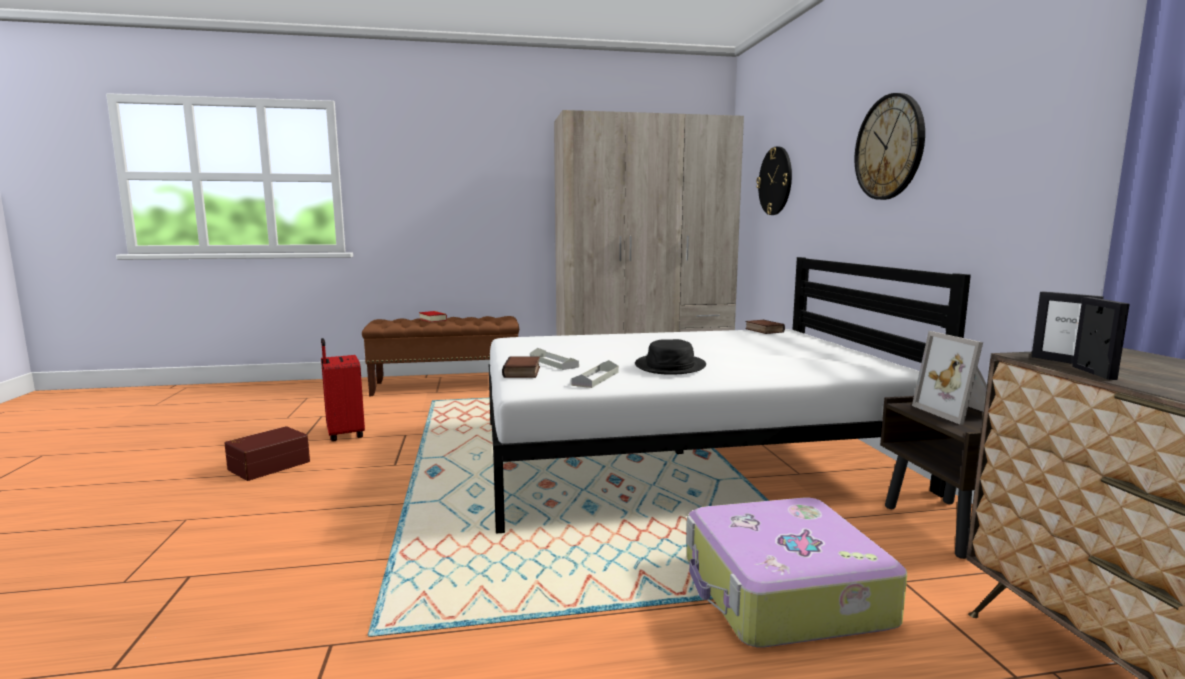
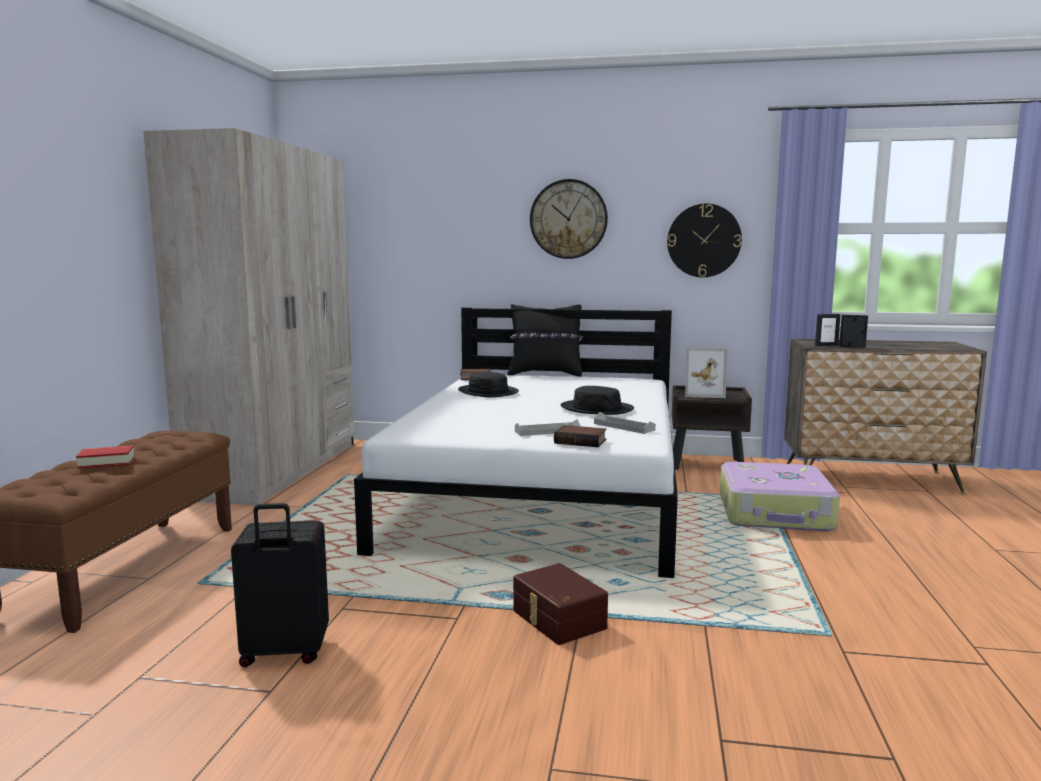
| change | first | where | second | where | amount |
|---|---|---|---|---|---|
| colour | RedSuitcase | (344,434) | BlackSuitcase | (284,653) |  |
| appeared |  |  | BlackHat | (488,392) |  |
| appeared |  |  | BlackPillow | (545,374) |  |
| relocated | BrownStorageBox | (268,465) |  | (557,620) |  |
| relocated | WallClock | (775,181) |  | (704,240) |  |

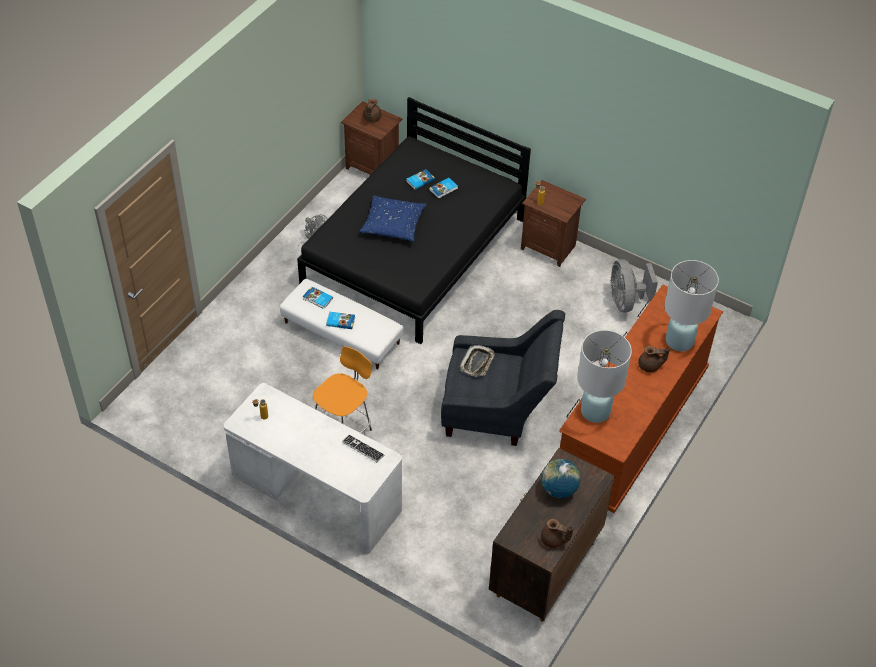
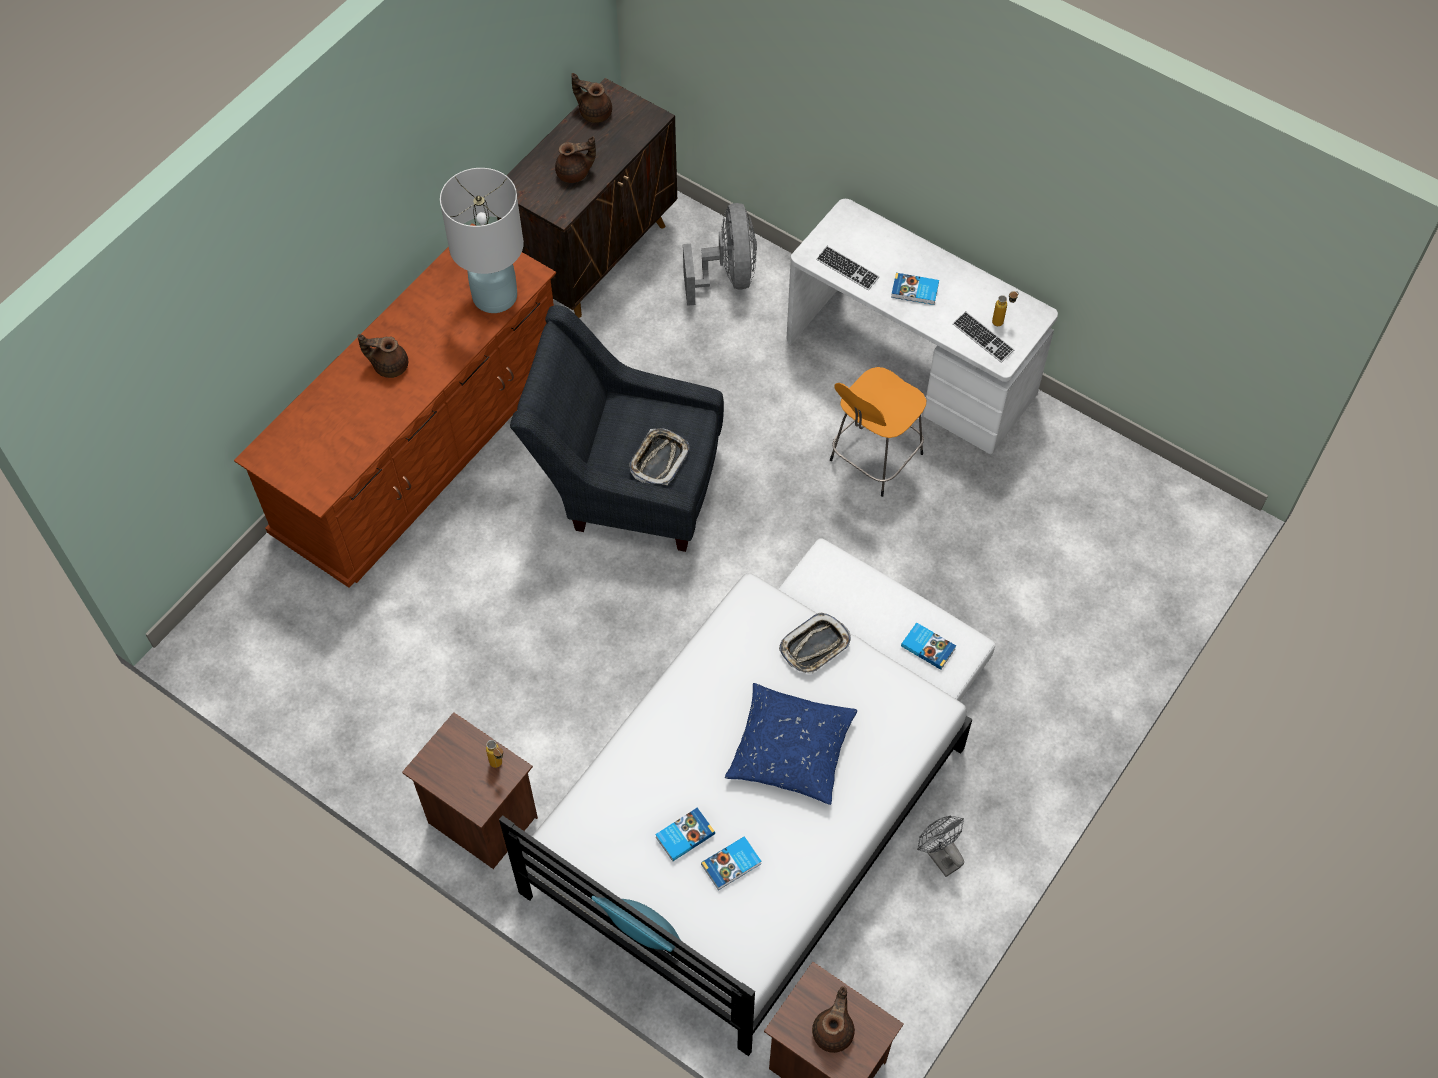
| change | first | where | second | where | amount |
|---|---|---|---|---|---|
| colour | BlackBed | (414,251) | WhiteBed | (745,819) |  |
| exchanged | Globe | (559,489) | BrownTeapot | (574,173) |  |
| appeared |  |  | TurquoisePillow | (644,937) |  |
| relocated | GreyFan | (626,301) |  | (727,276) |  |
| appeared |  |  | Tray | (815,646) |  |
| relocated | Book | (340,321) |  | (915,291) |  |
| appeared |  |  | Keyboard | (983,338) |  |
| missing | WhiteTableLamp | (679,341) |  |  |  |

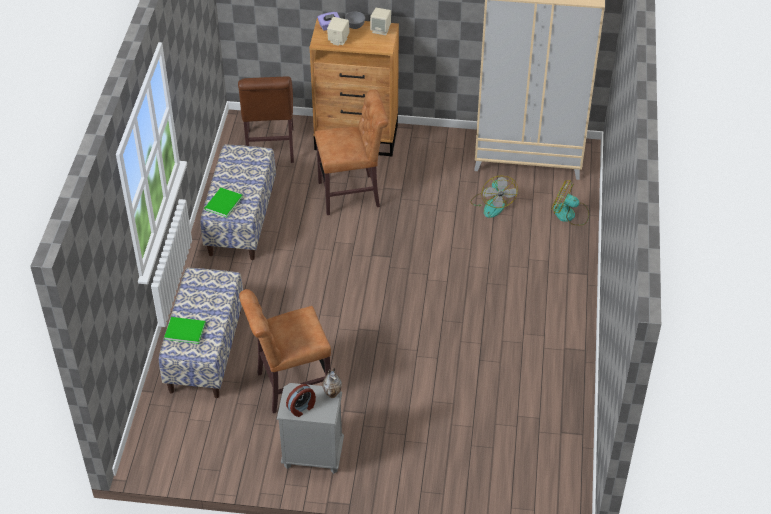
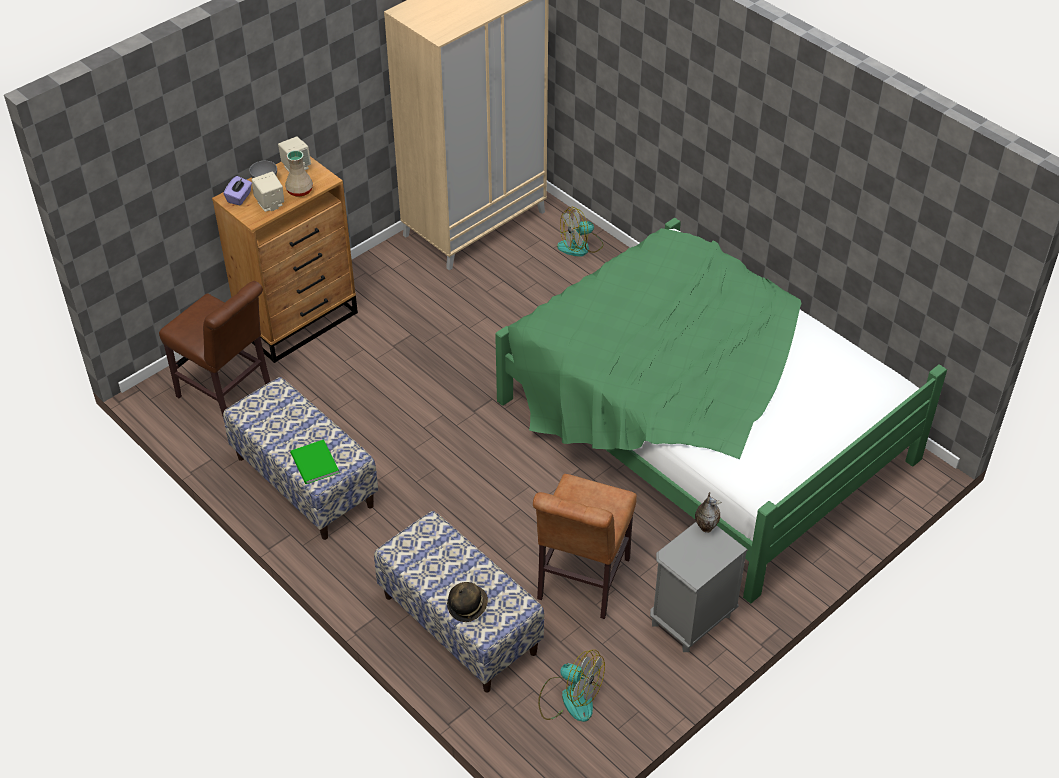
| change | first | where | second | where | amount |
|---|---|---|---|---|---|
| appeared |  |  | BeigeVase | (299,191) |  |
| exchanged | GreenBook | (184,330) | Hat | (467,606) |  |
| appeared |  |  | GreenBed | (702,429) |  |
| relocated | Fan | (492,204) |  | (569,698) |  |
| missing | AlarmClock | (302,408) |  |  |  |
| missing | BrownChair | (352,194) |  |  |  |

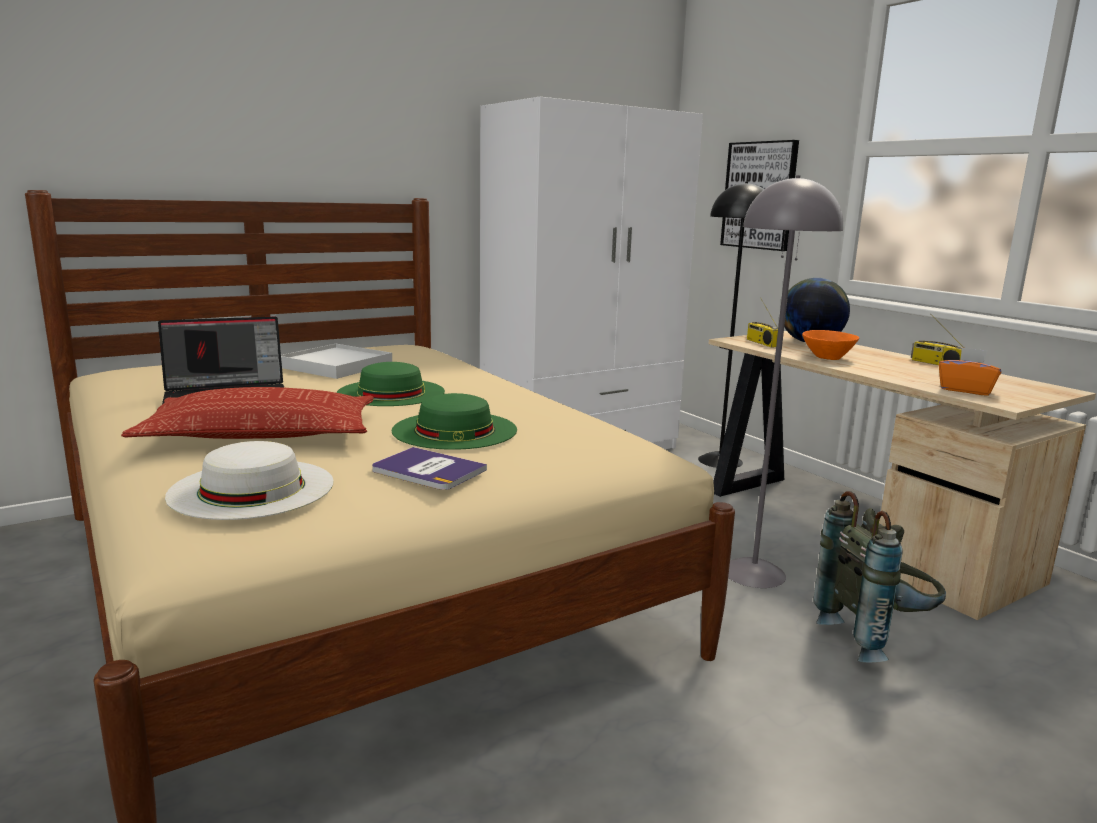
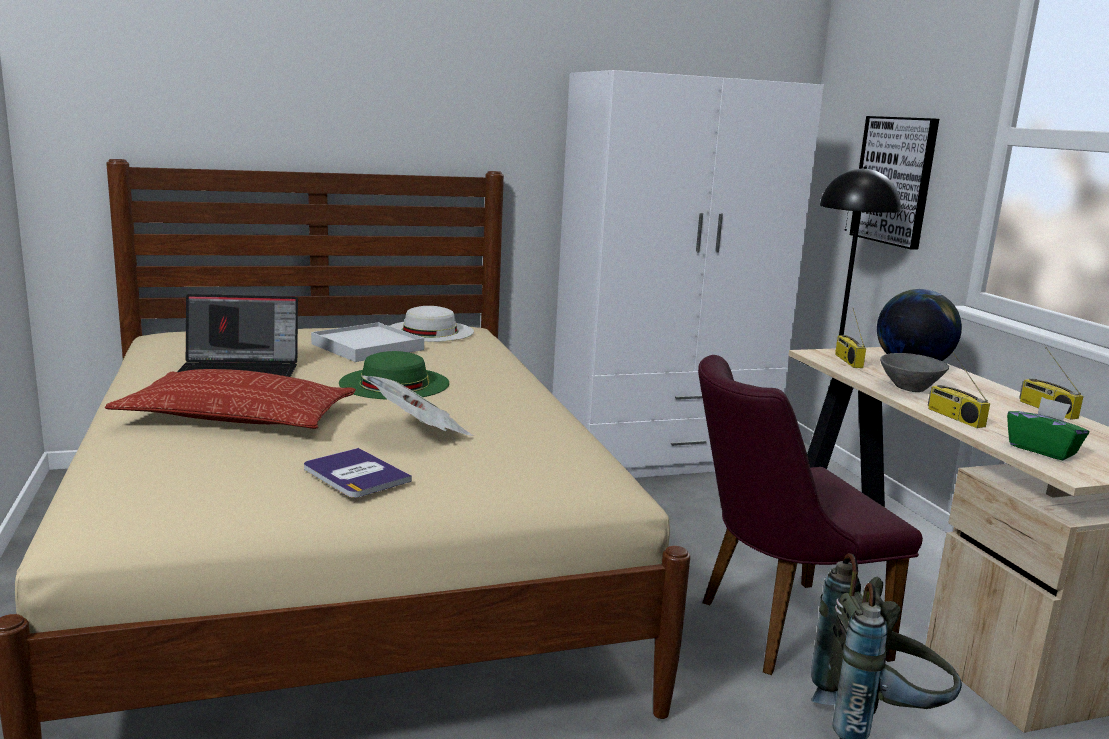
| change | first | where | second | where | amount |
|---|---|---|---|---|---|
| exchanged | GreenHat | (455,430) | Newspaper | (419,433) |  |
| relocated | WhiteHat | (252,488) |  | (429,331) |  |
| exchanged | GreyFloorLamp | (753,572) | PurpleChair | (774,628) |  |
| colour | OrangeBowl | (827,358) | GreyBowl | (909,388) |  |
| appeared |  |  | Radio | (954,417) |  |
| colour | OrangeTissueBox | (966,390) | GreenTissueBox | (1042,450) |  |

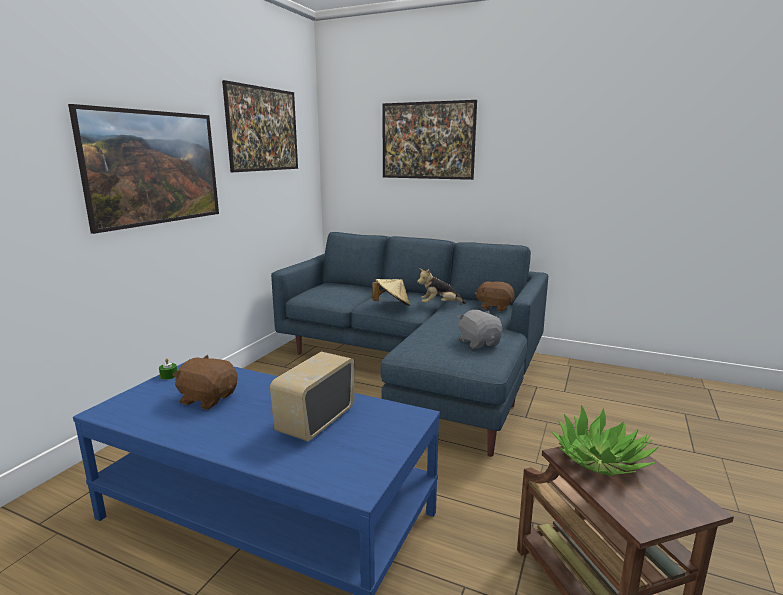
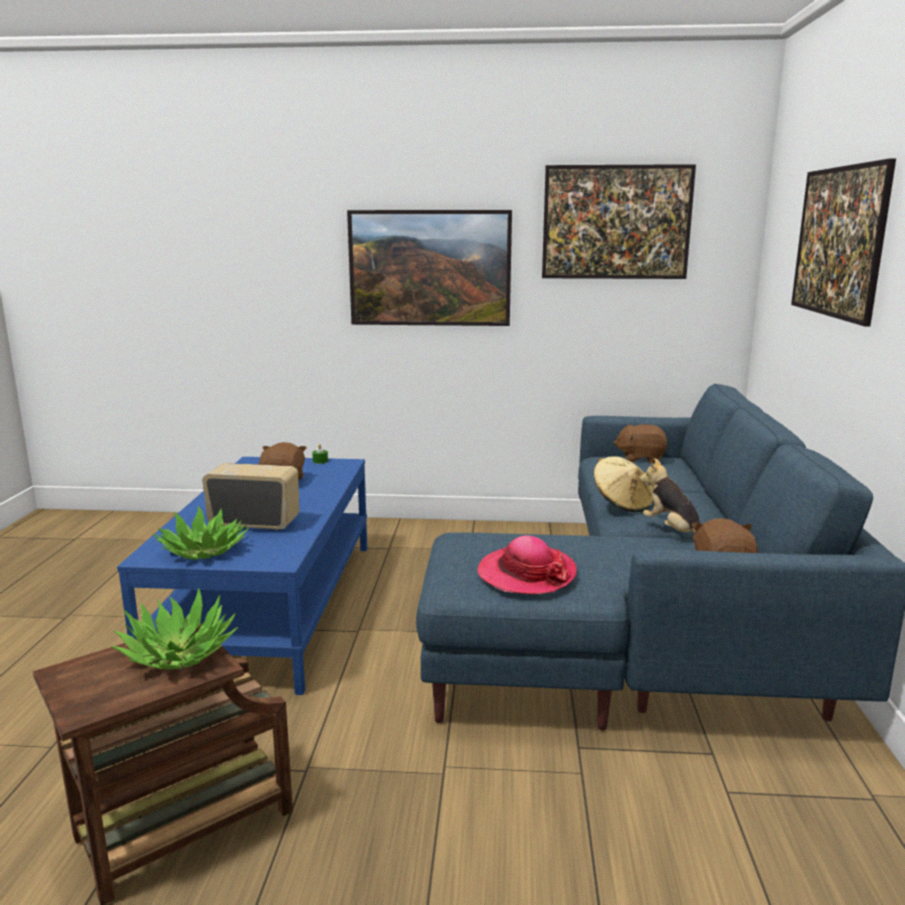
| change | first | where | second | where | amount |
|---|---|---|---|---|---|
| appeared |  |  | PottedPlant | (204,550) |  |
| exchanged | GreyPlushToy | (479,343) | Hat | (526,574) |  |
| appeared |  |  | BrownPlushToy | (640,459) |  |

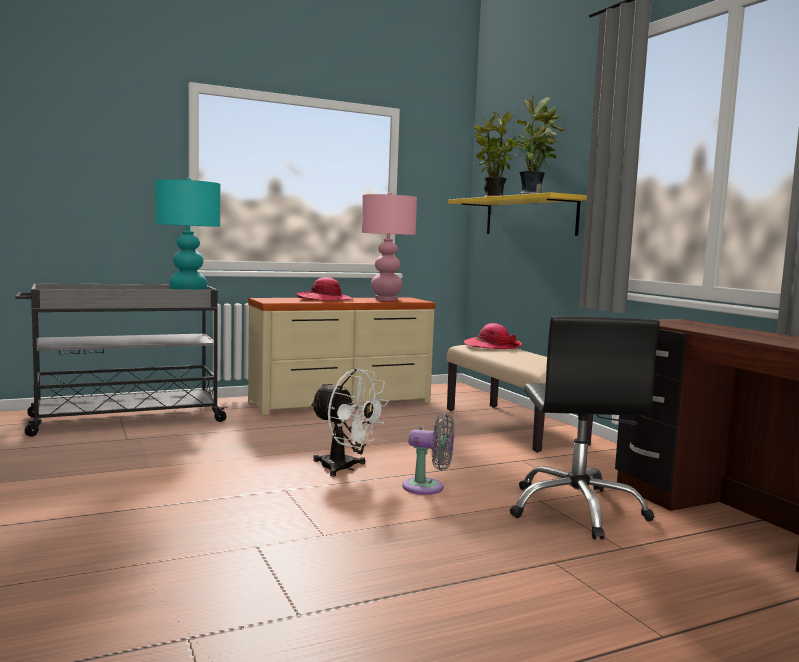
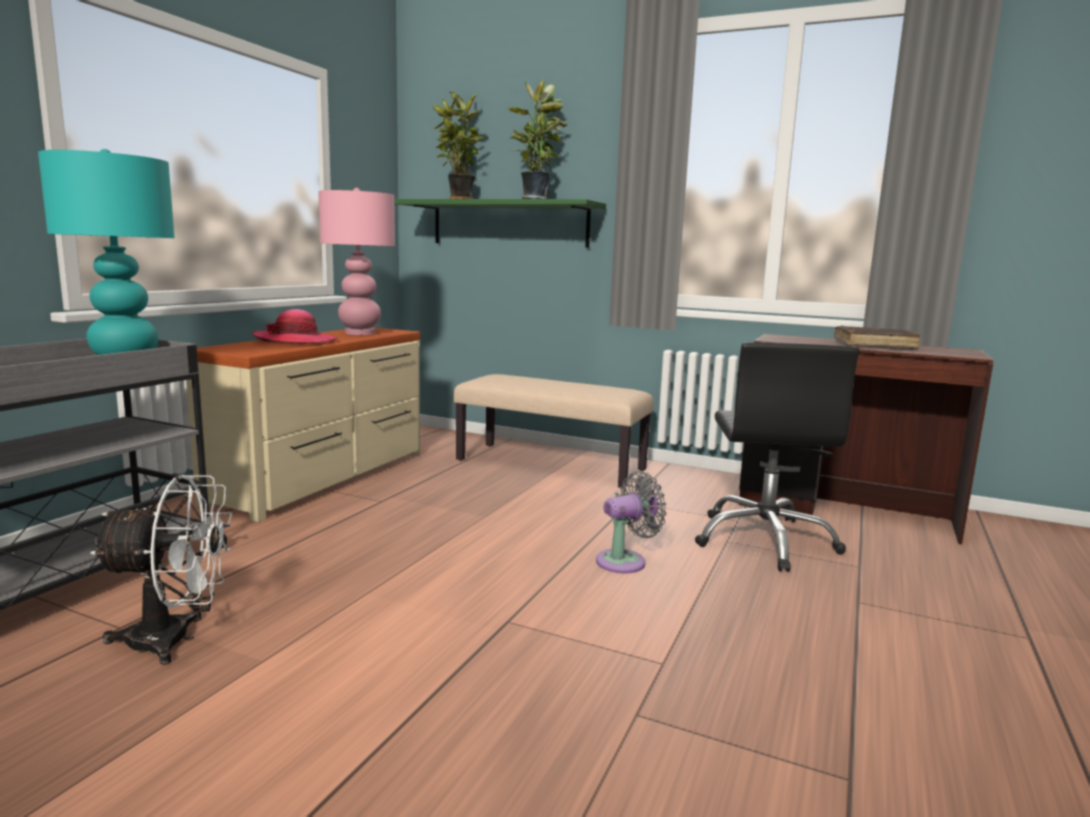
| change | first | where | second | where | amount |
|---|---|---|---|---|---|
| relocated | WhiteFan | (345,468) |  | (175,639) |  |
| colour | YellowShelf | (529,216) | GreenShelf | (509,224) |  |
| spun | BlackOfficeChair | (577,510) |  | (765,540) | 45 degrees clockwise |
| appeared |  |  | BrownBook | (874,346) |  |
| missing | Hat | (492,346) |  |  |  |

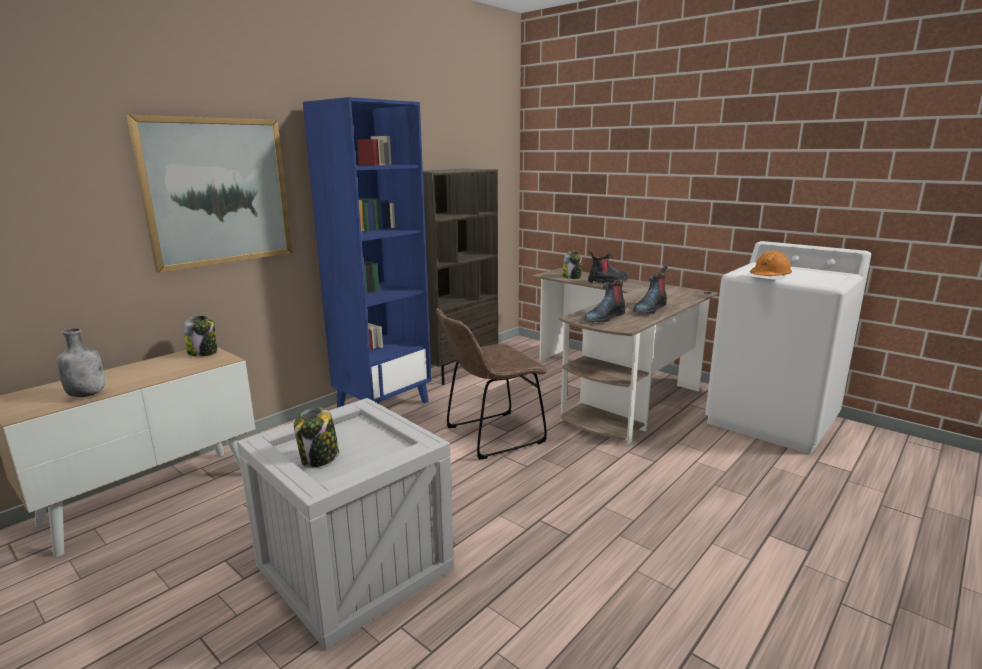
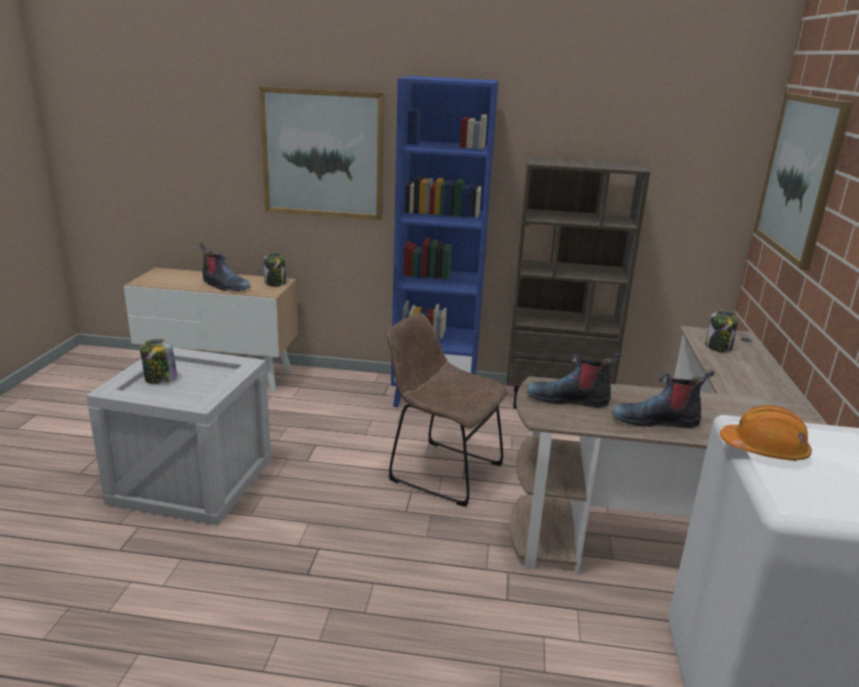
| change | first | where | second | where | amount |
|---|---|---|---|---|---|
| relocated | Boot | (608,281) |  | (224,286) |  |
| appeared |  |  | Picture | (800,176) |  |
| missing | GreyBottle | (87,394) |  |  |  |

